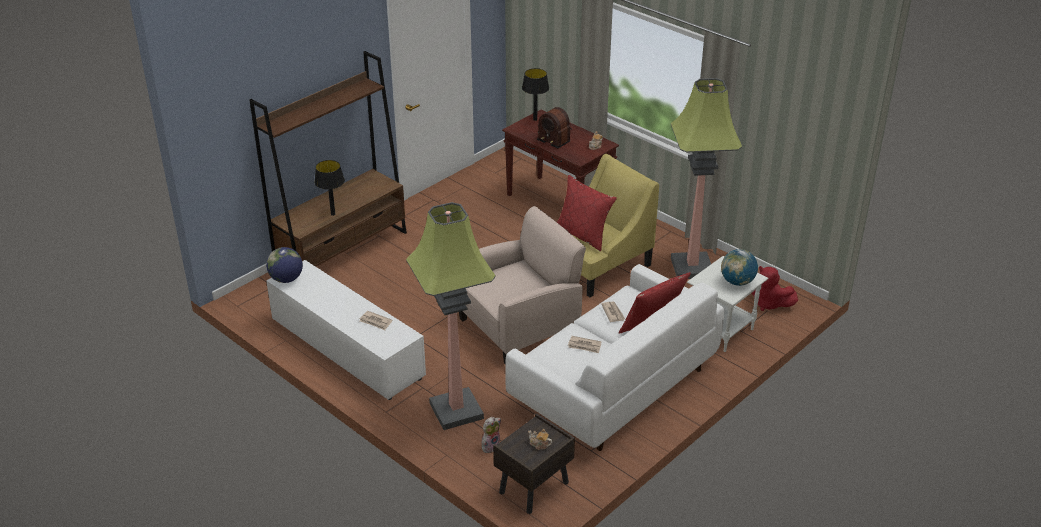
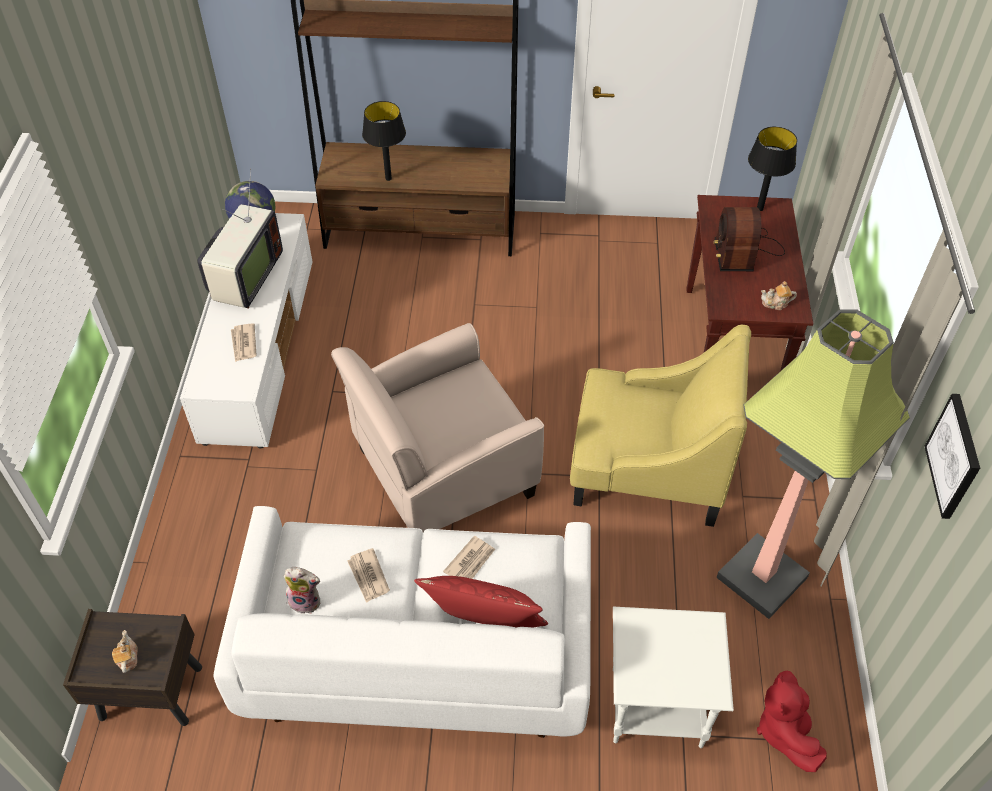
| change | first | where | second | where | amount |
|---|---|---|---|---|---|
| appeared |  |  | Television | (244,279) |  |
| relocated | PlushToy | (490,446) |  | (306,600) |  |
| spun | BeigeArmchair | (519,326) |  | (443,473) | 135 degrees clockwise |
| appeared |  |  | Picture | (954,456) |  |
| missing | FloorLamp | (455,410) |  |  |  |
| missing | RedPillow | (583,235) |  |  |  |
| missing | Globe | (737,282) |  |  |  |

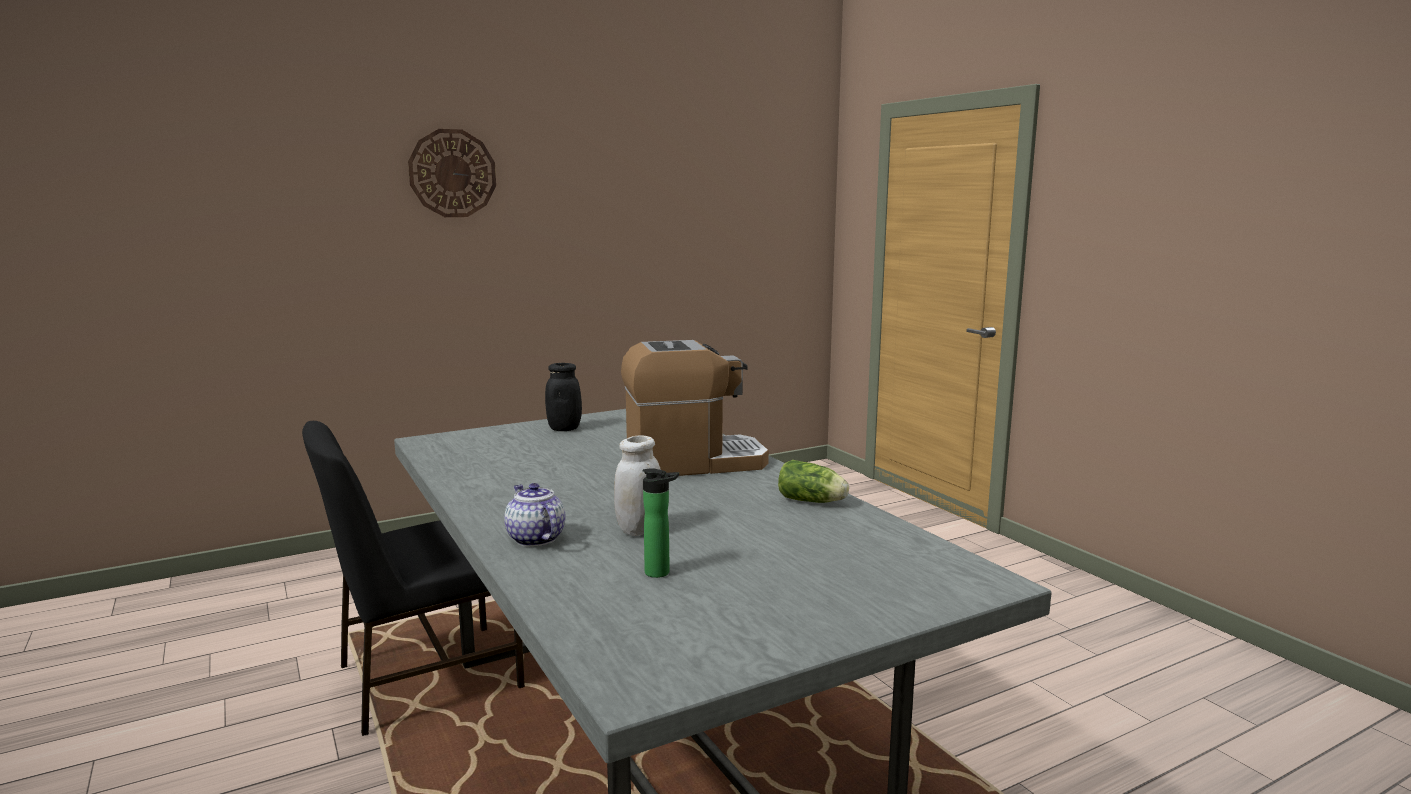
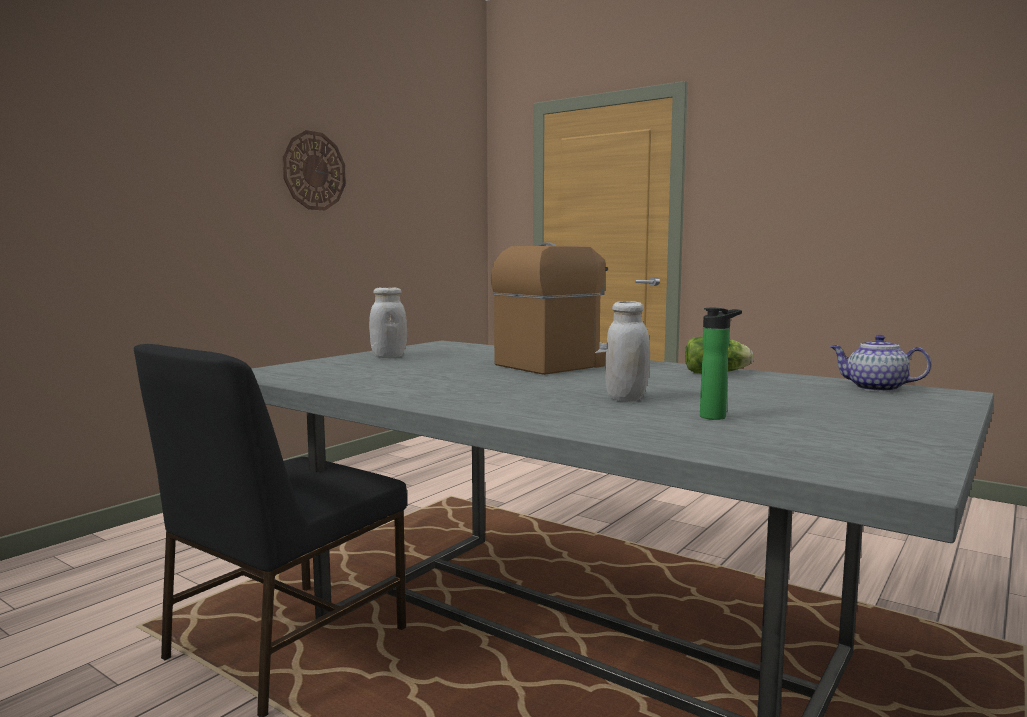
| change | first | where | second | where | amount |
|---|---|---|---|---|---|
| relocated | WallClock | (452,173) |  | (314,171) |  |
| colour | BlackJar | (564,428) | WhiteJar | (388,356) |  |
| relocated | Teapot | (534,538) |  | (874,388) |  |

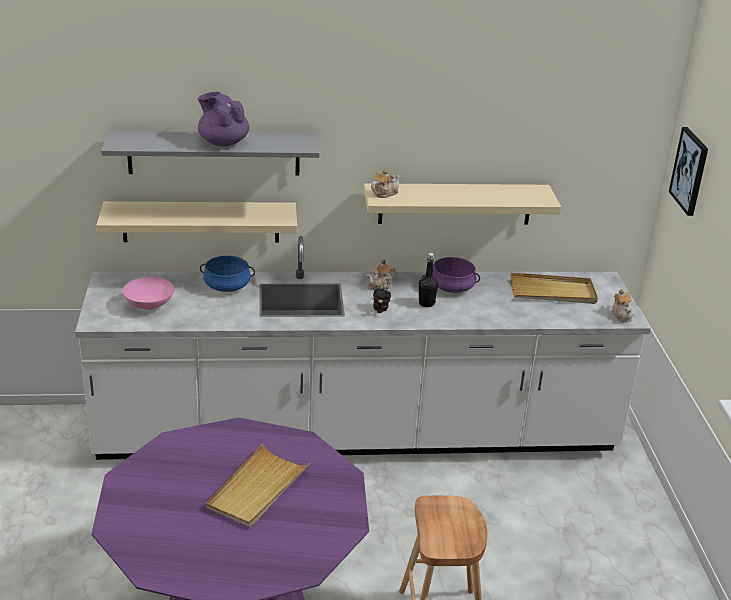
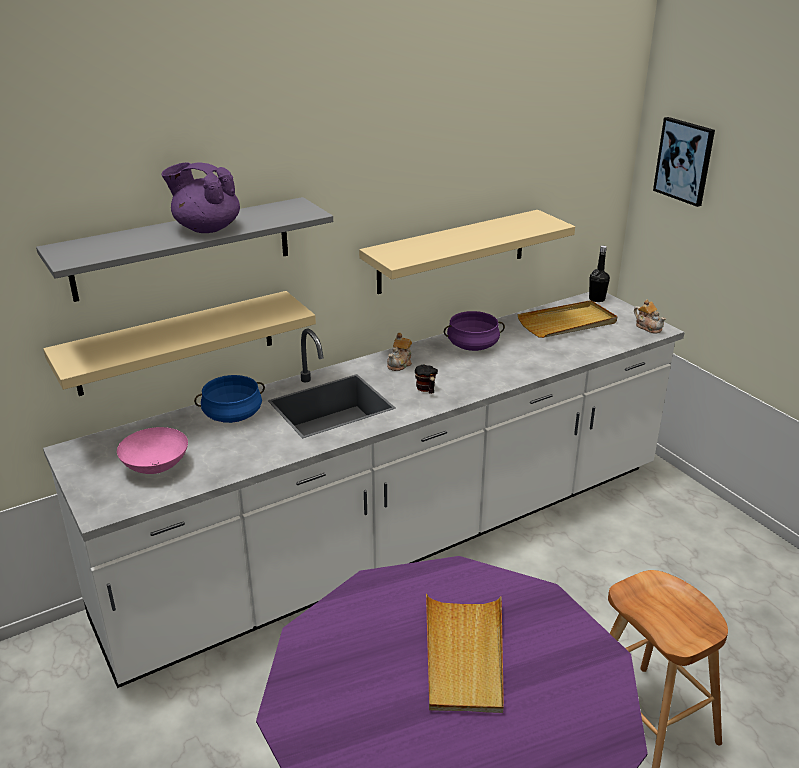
| change | first | where | second | where | amount |
|---|---|---|---|---|---|
| relocated | BlackBottle | (426,303) |  | (597,299) |  |
| missing | Teapot | (384,193) |  |  |  |

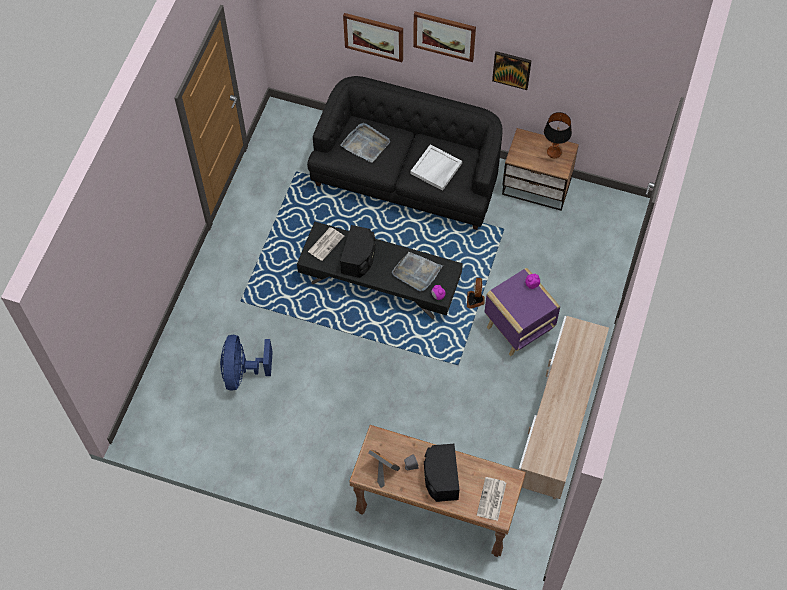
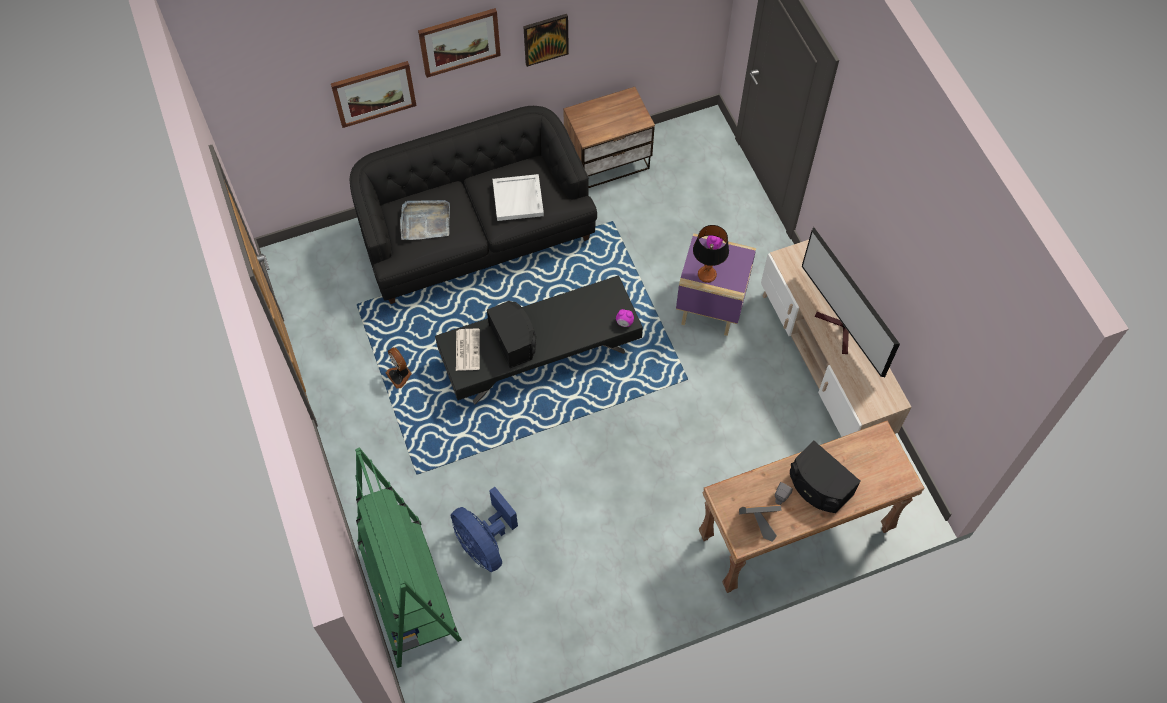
| change | first | where | second | where | amount |
|---|---|---|---|---|---|
| appeared |  |  | GreenBookcase | (409,592) |  |
| relocated | Fan | (475,300) |  | (400,375) |  |
| relocated | TableLamp | (554,152) |  | (707,275) |  |
| appeared |  |  | Television | (839,330) |  |
| missing | GreyTray | (416,272) |  |  |  |
| missing | Newspaper | (491,499) |  |  |  |

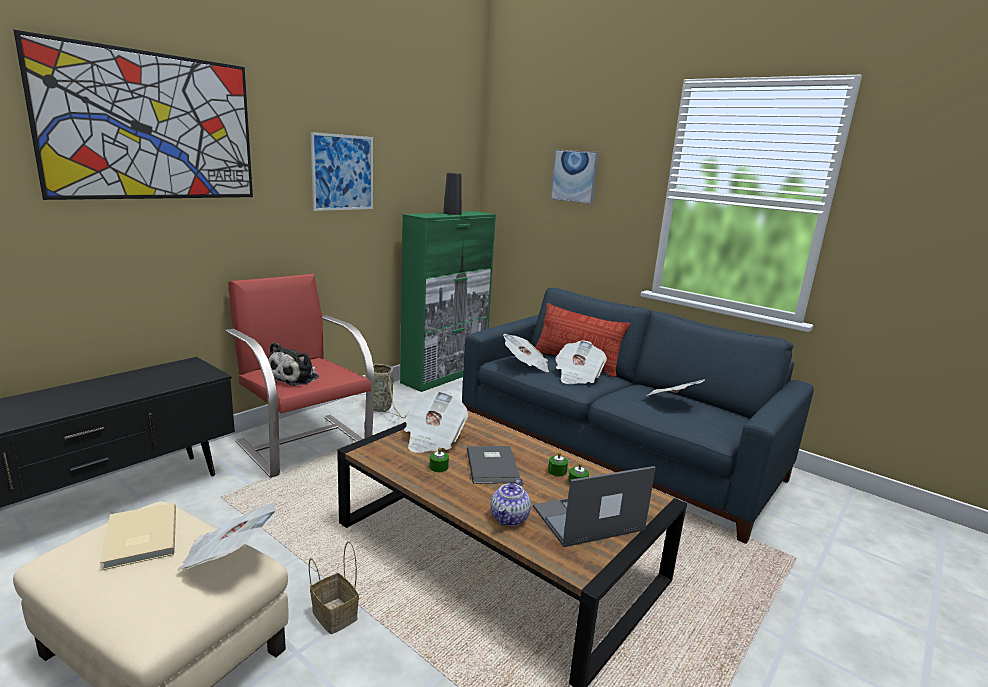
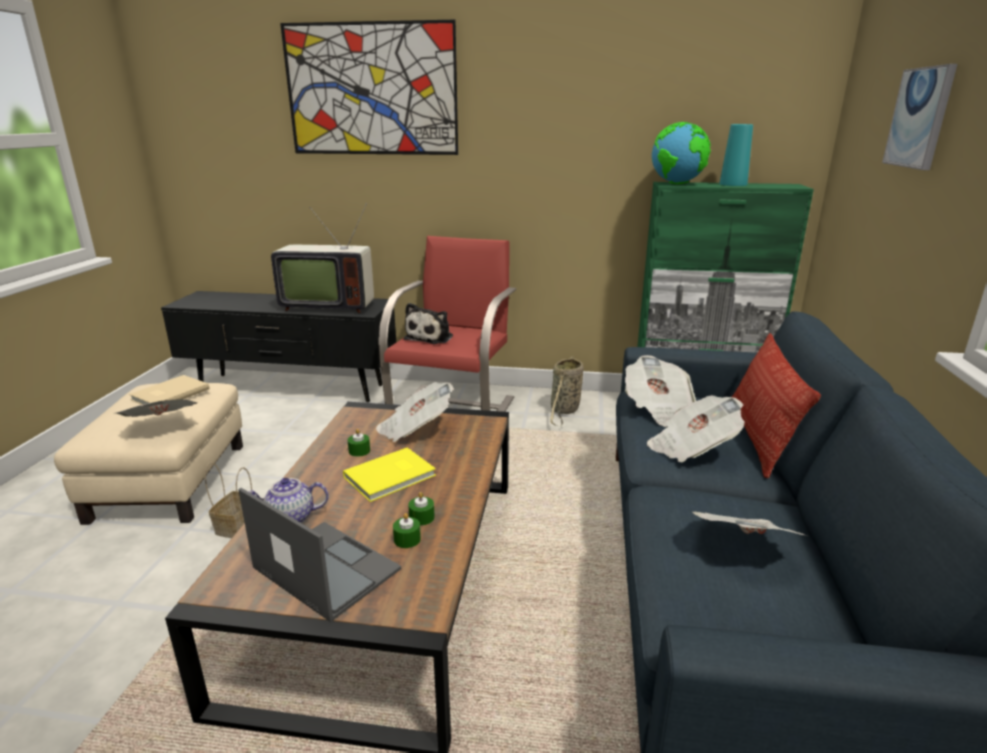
| change | first | where | second | where | amount |
|---|---|---|---|---|---|
| appeared |  |  | Television | (327,305) |  |
| colour | GreyBook | (493,466) | YellowBook | (392,476) |  |
| spun | PlushToy | (296,377) |  | (431,337) | 60 degrees counterclockwise |
| appeared |  |  | Globe | (677,184) |  |
| colour | BlackVase | (452,213) | TurquoiseVase | (733,184) |  |
| missing | Picture | (343,172) |  |  |  |

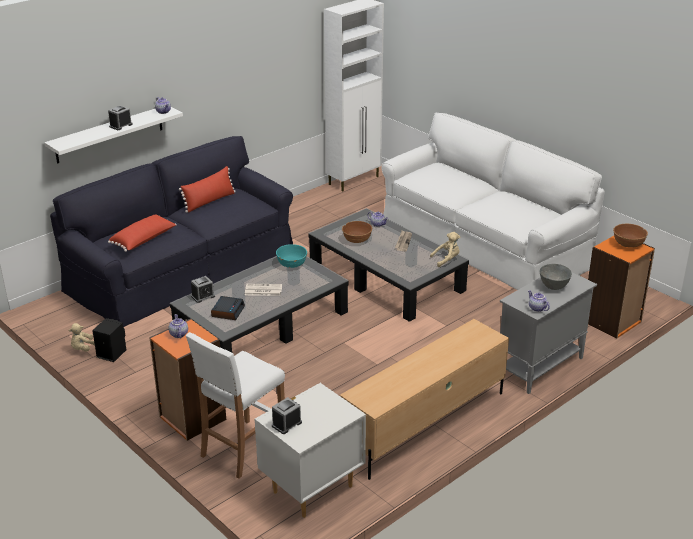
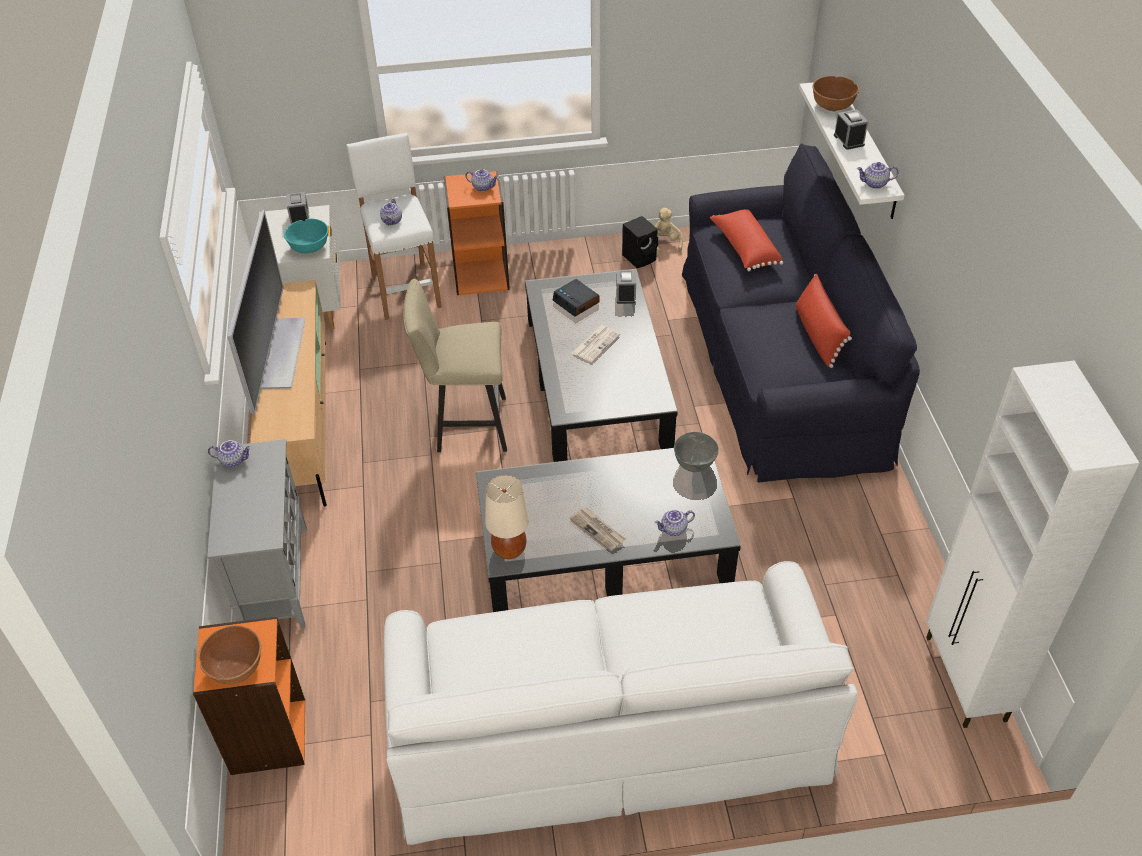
| change | first | where | second | where | amount |
|---|---|---|---|---|---|
| appeared |  |  | Television | (280,353) |  |
| relocated | TurquoiseBowl | (292,264) |  | (309,247) |  |
| appeared |  |  | Teapot | (392,221) |  |
| appeared |  |  | BeigeStool | (465,426) |  |
| exchanged | BeigePlushToy | (447,259) | BeigeTableLamp | (509,550) |  |
| relocated | GreyBowl | (554,287) |  | (694,465) |  |
| relocated | BrownBowl | (357,240) |  | (832,106) |  |

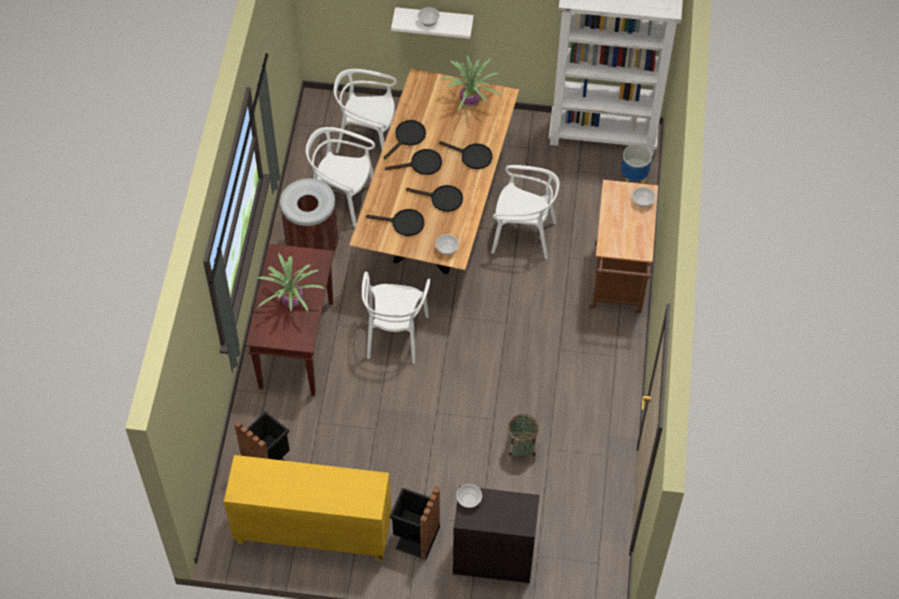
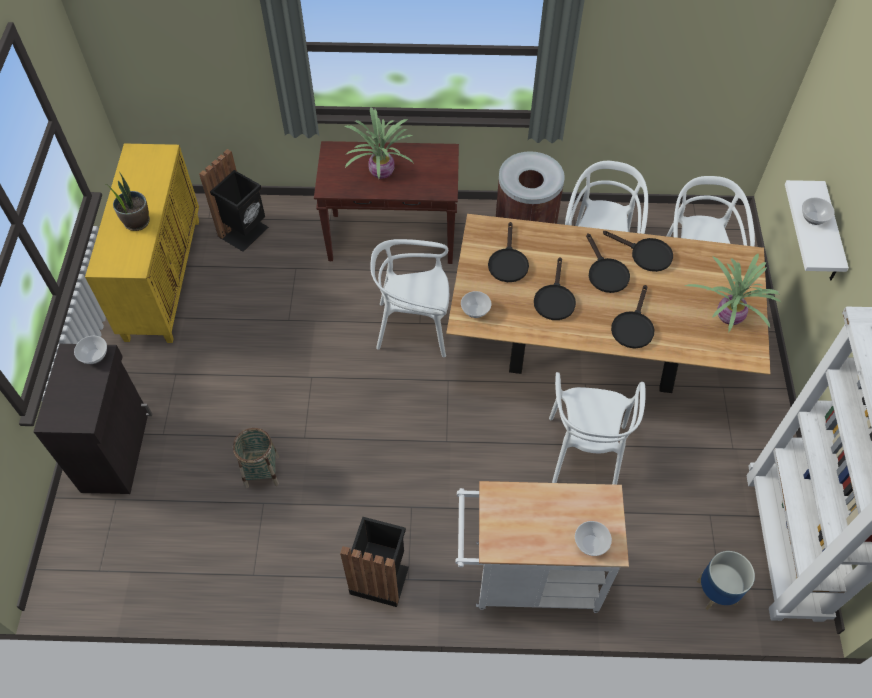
| change | first | where | second | where | amount |
|---|---|---|---|---|---|
| appeared |  |  | PottedPlant | (136,221) |  |
| relocated | BlackTrashCan | (415,537) |  | (380,577) |  |
| colour | BrownCart | (618,283) | WhiteCart | (527,578) |  |

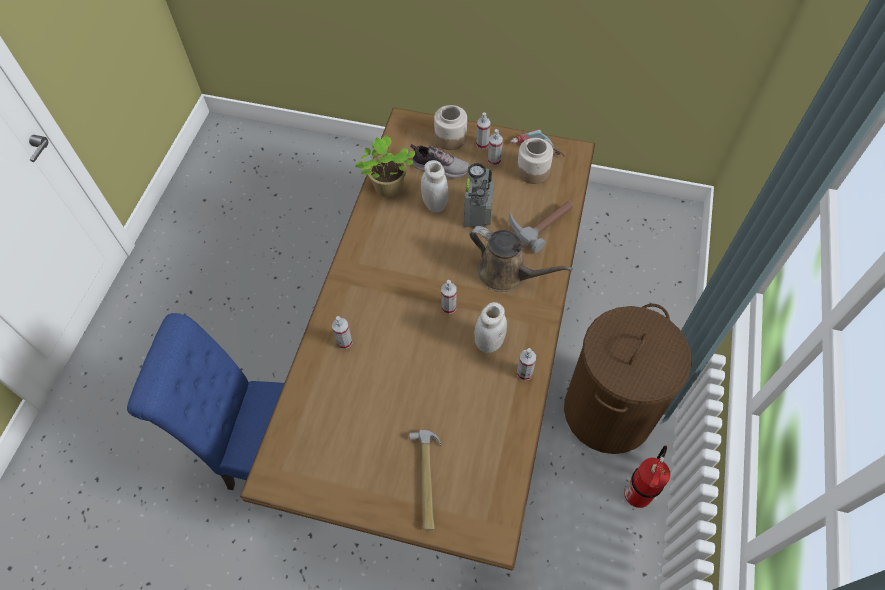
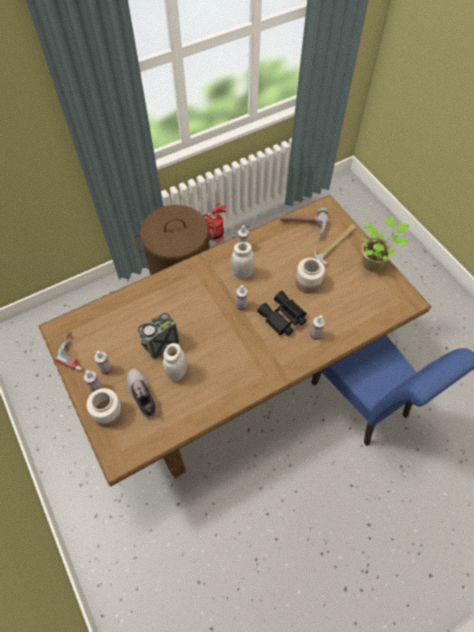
| change | first | where | second | where | amount |
|---|---|---|---|---|---|
| appeared |  |  | BlackBinoculars | (282,318) |  |
| relocated | Hammer | (540,222) |  | (303,226) |  |
| relocated | Jar | (533,171) |  | (307,282) |  |
| relocated | PottedPlant | (387,188) |  | (373,262) |  |
| missing | BrownWateringCan | (507,274) |  |  |  |

